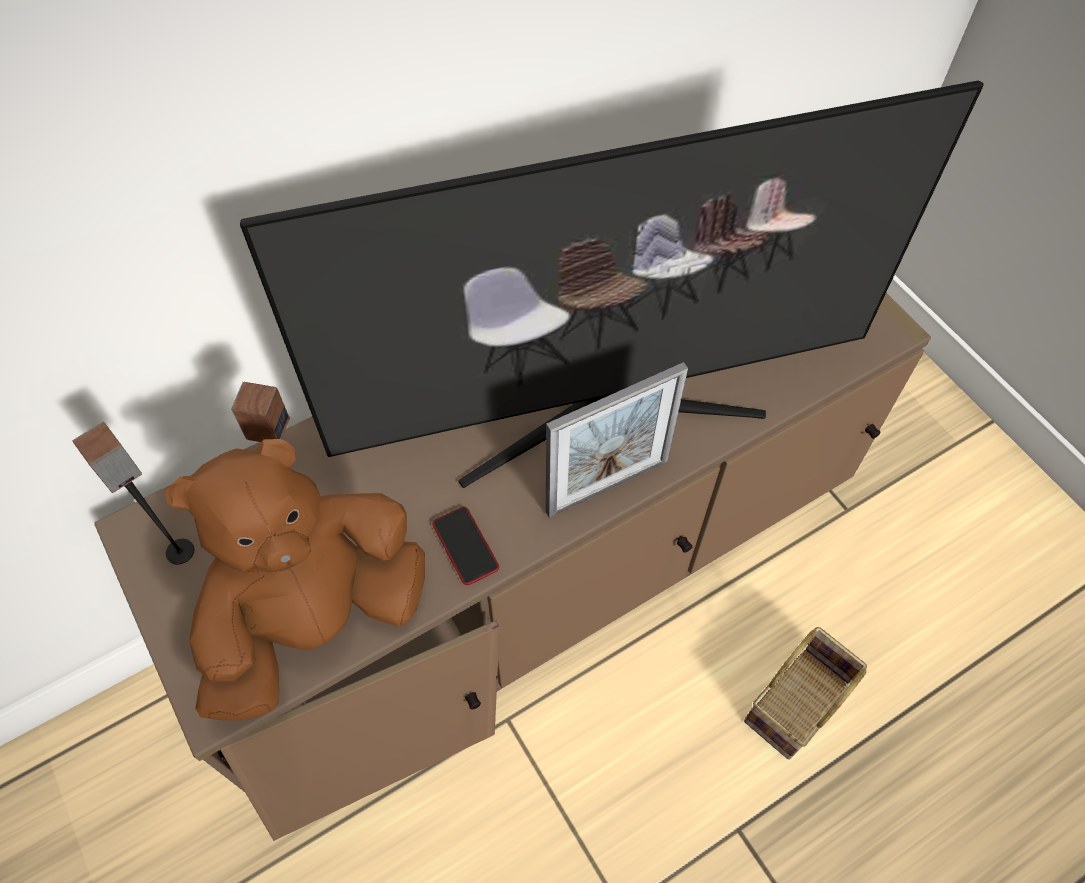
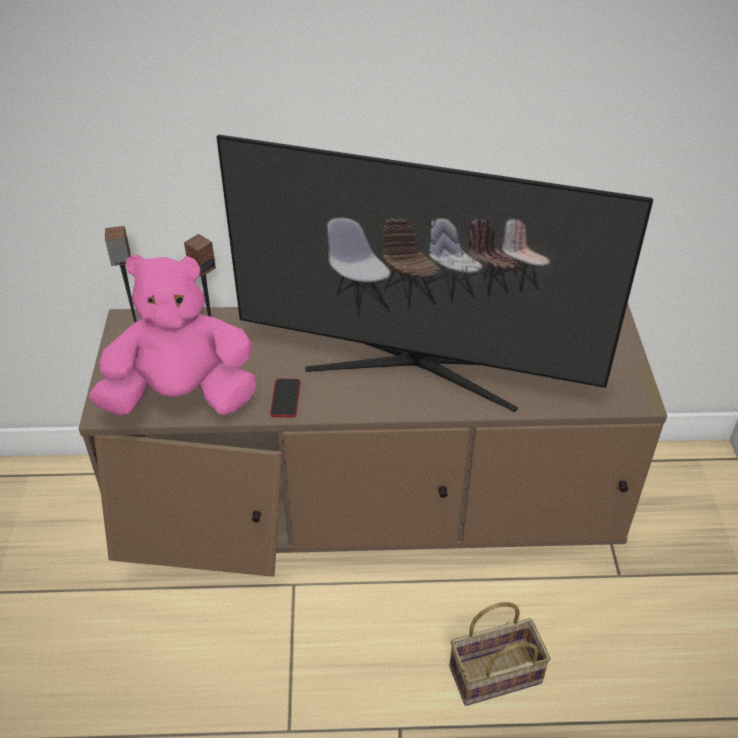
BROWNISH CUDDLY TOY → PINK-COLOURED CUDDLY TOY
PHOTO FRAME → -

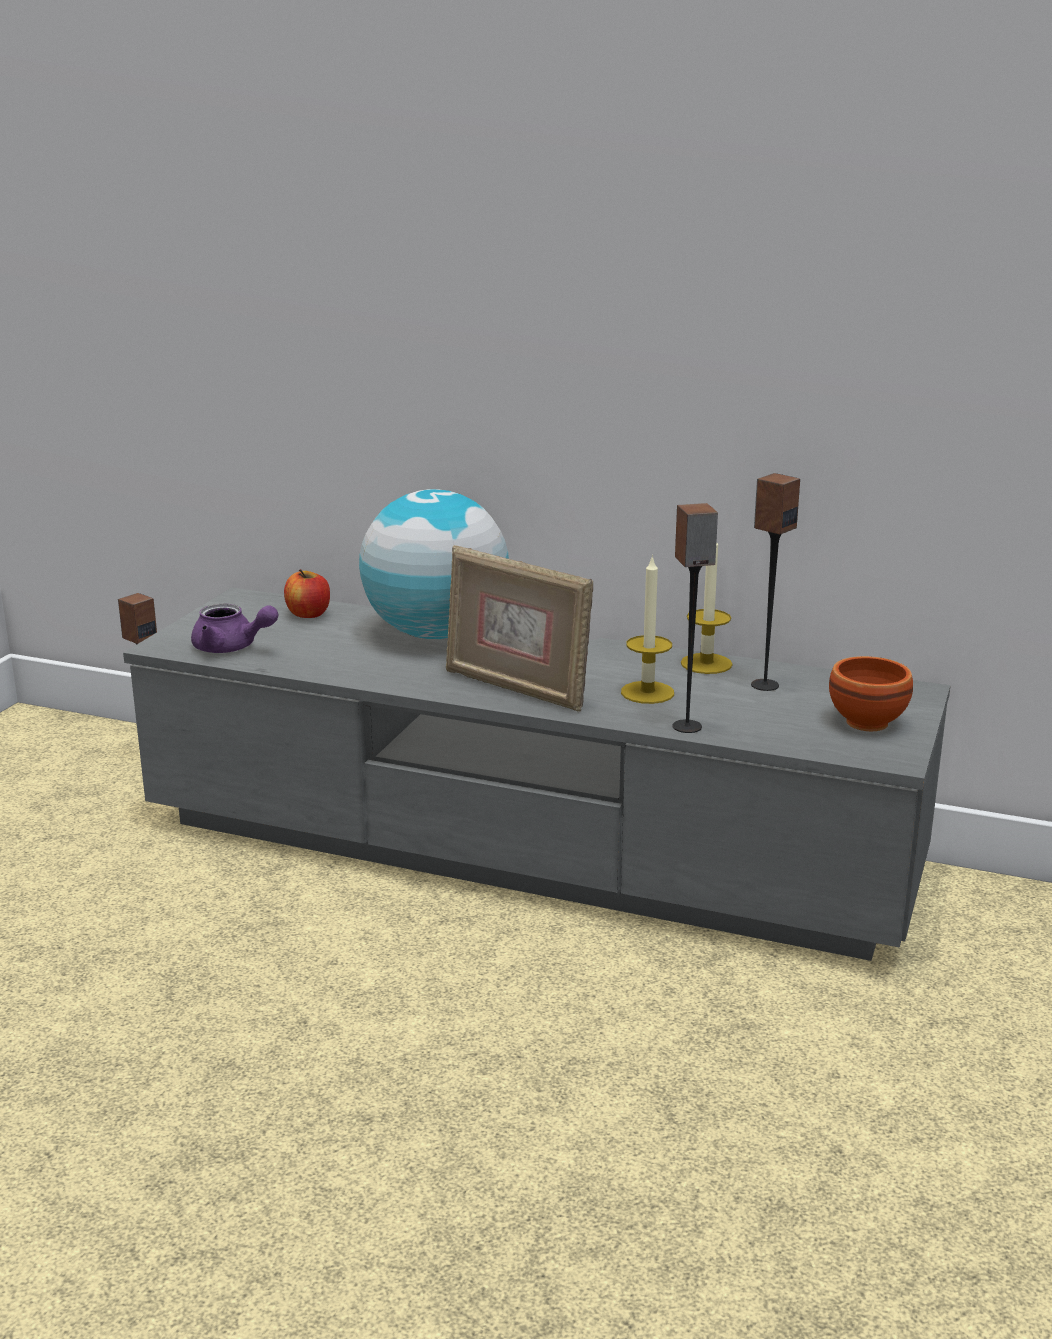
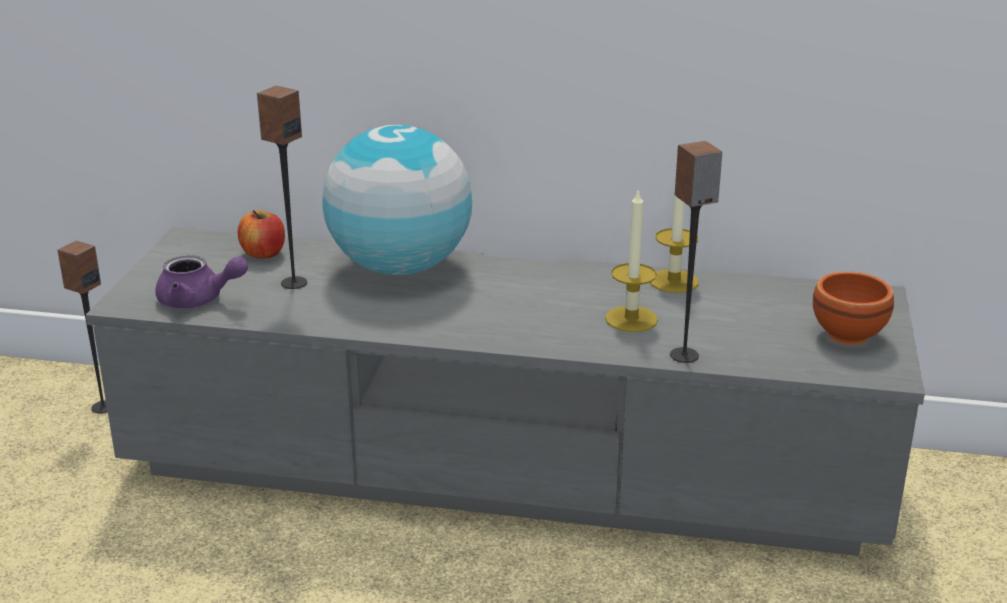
SPEAKER (no. 3 from left in the first image) → SPEAKER (no. 2 from left), shifted
PHOTO FRAME → -

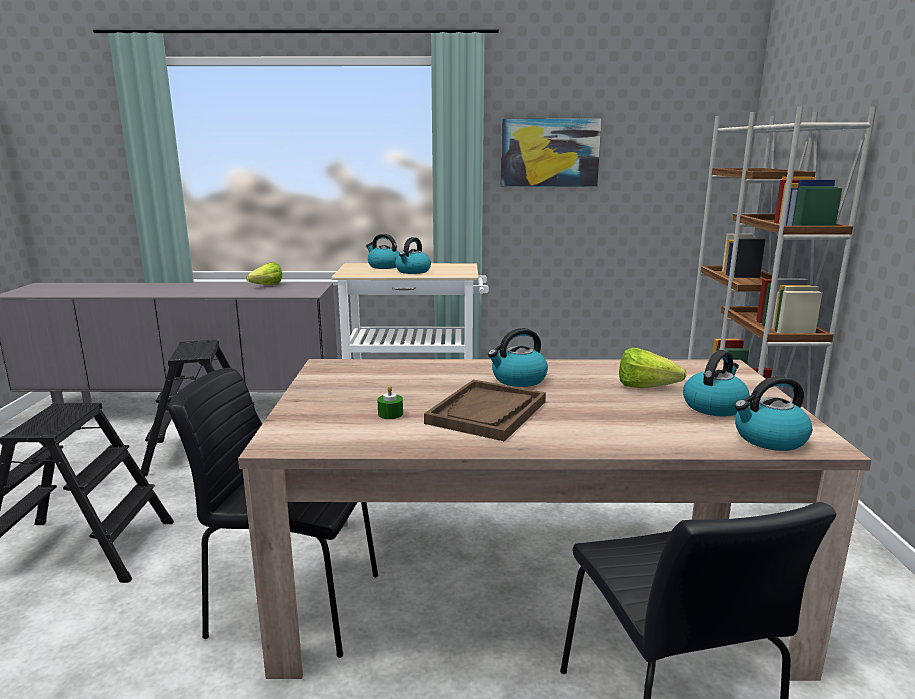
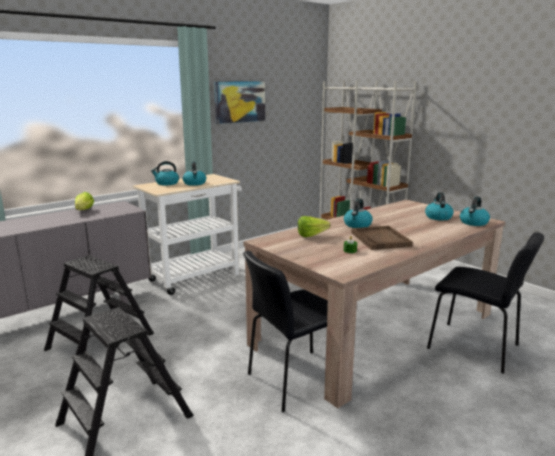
LETTUCE (no. 2 from left), shifted

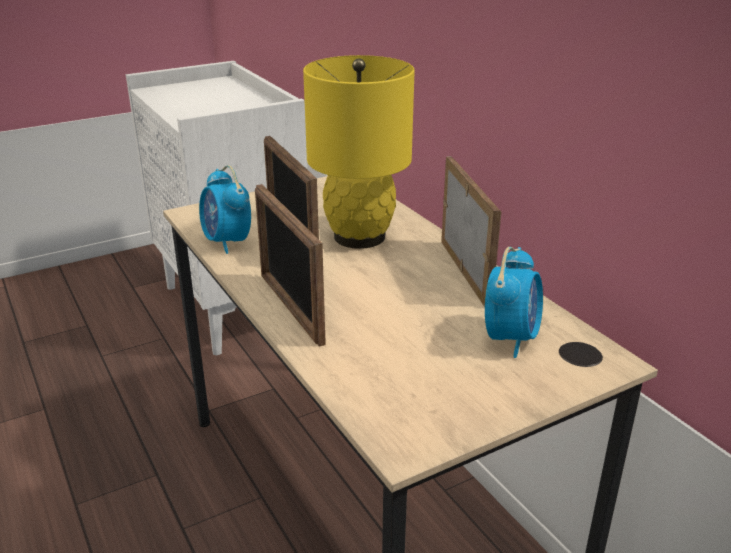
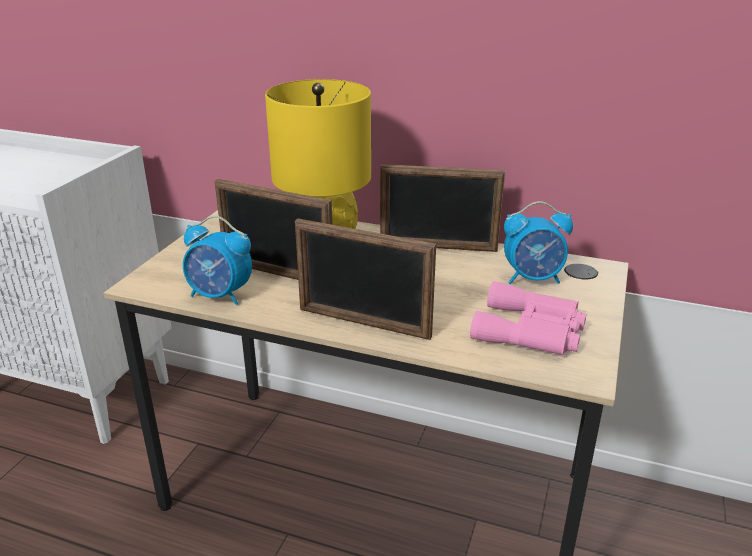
PHOTO FRAME (no. 3 from left), 150 degrees clockwise
- → PINK-COLOURED BINOCULARS
BEDSIDE CLOCK (no. 2 from left), 105 degrees clockwise

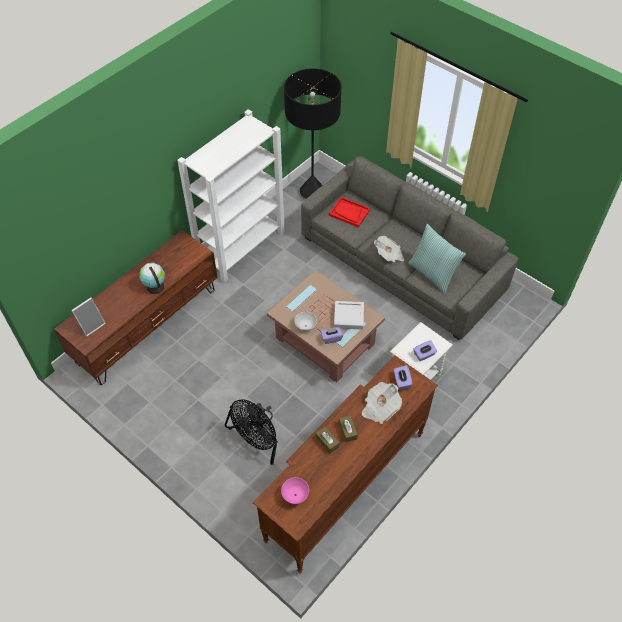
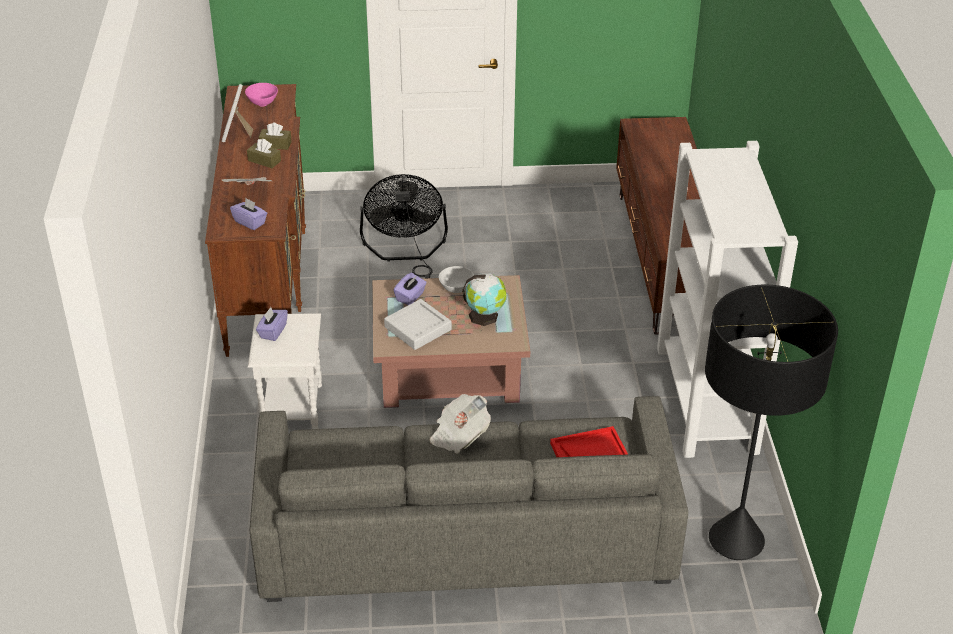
PHOTO FRAME, shifted
GLOBE, shifted
CUSHION → -

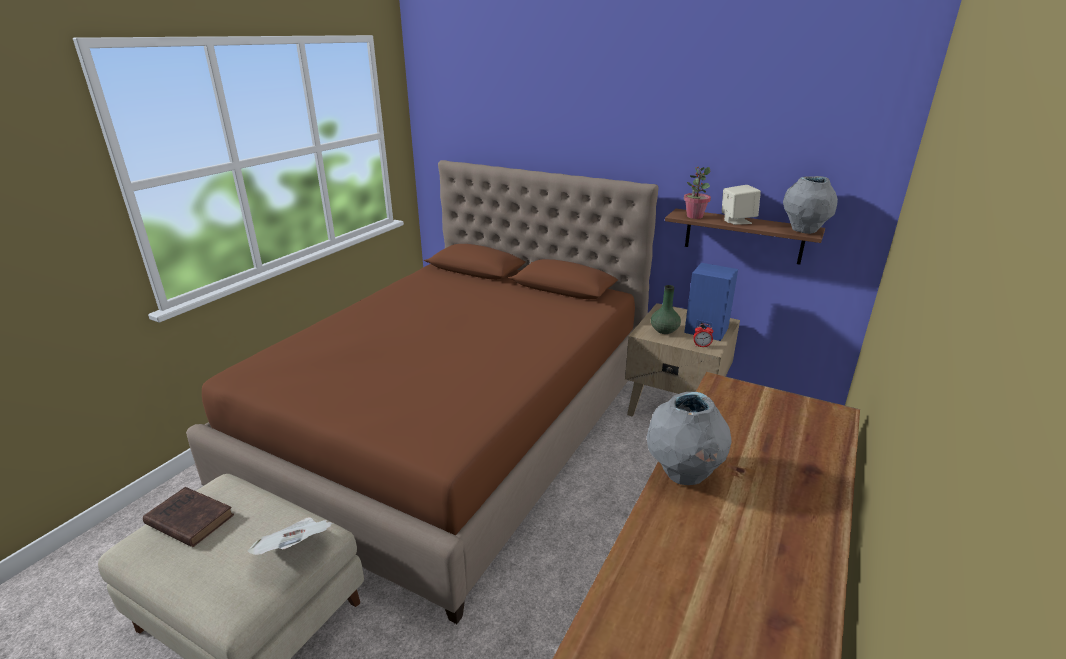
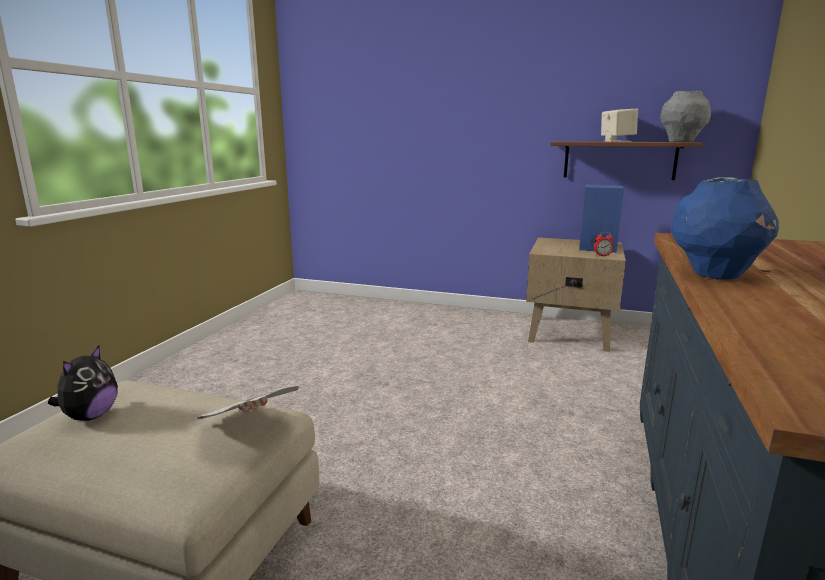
BROWNISH VOLUME → CUDDLY TOY
GREY VASE (no. 1 from left) → BLUE-COLOURED VASE
BROWNISH BEDROOM BED → -
GREEN VASE → -
HOUSEPLANT → -

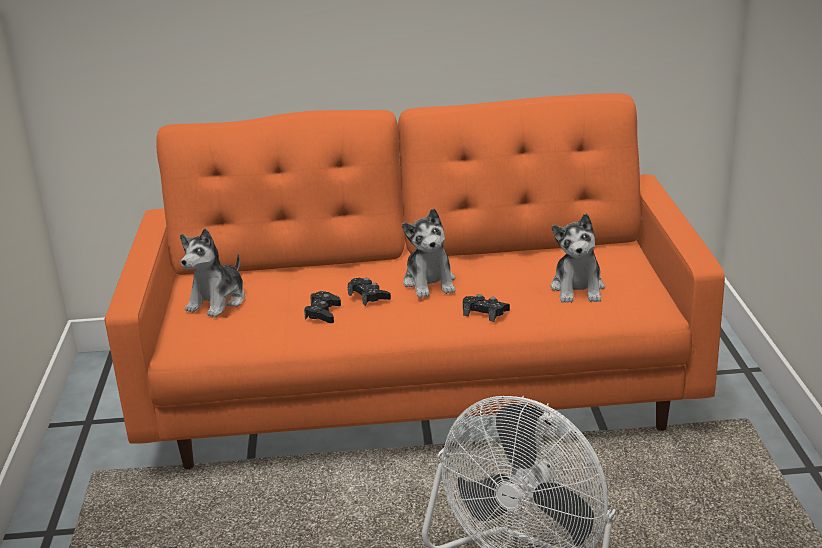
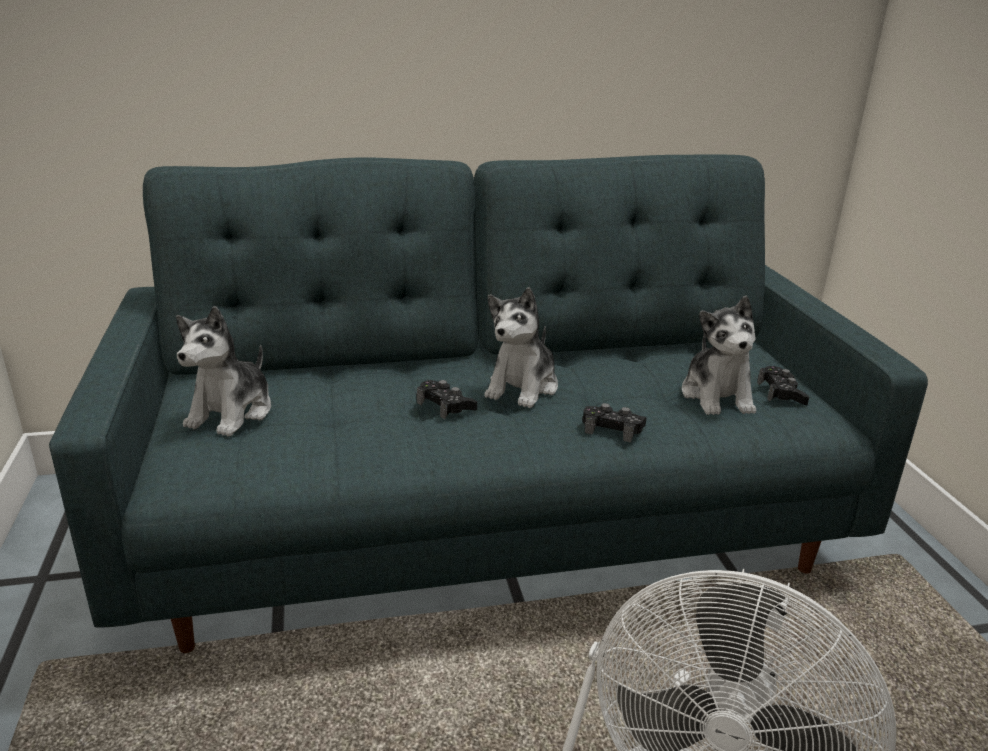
ORANGE SOFA → GREY SOFA
CUDDLY TOY (no. 2 from left), 45 degrees clockwise
BLACKISH GAMEPAD (no. 1 from left in the first image) → BLACKISH GAMEPAD (no. 3 from left), shifted

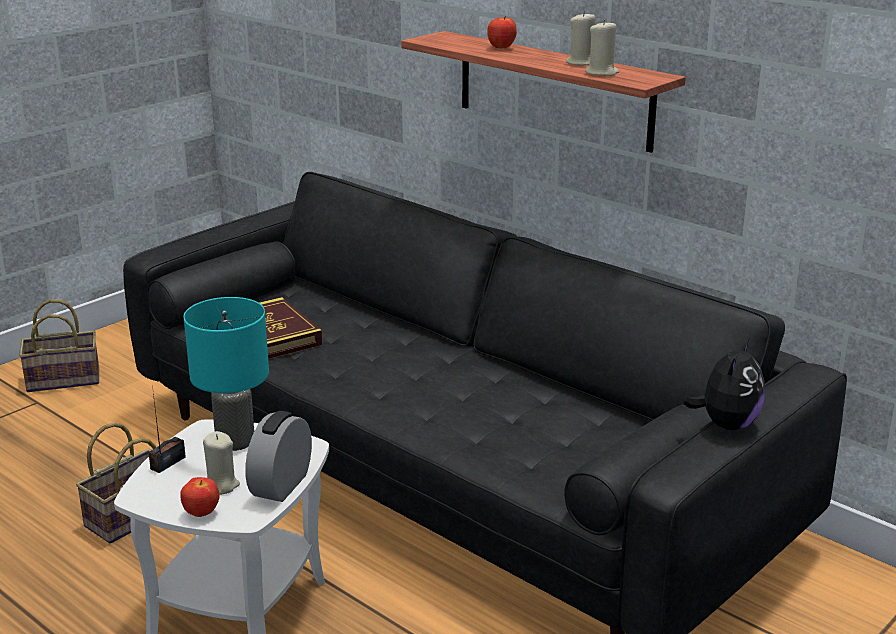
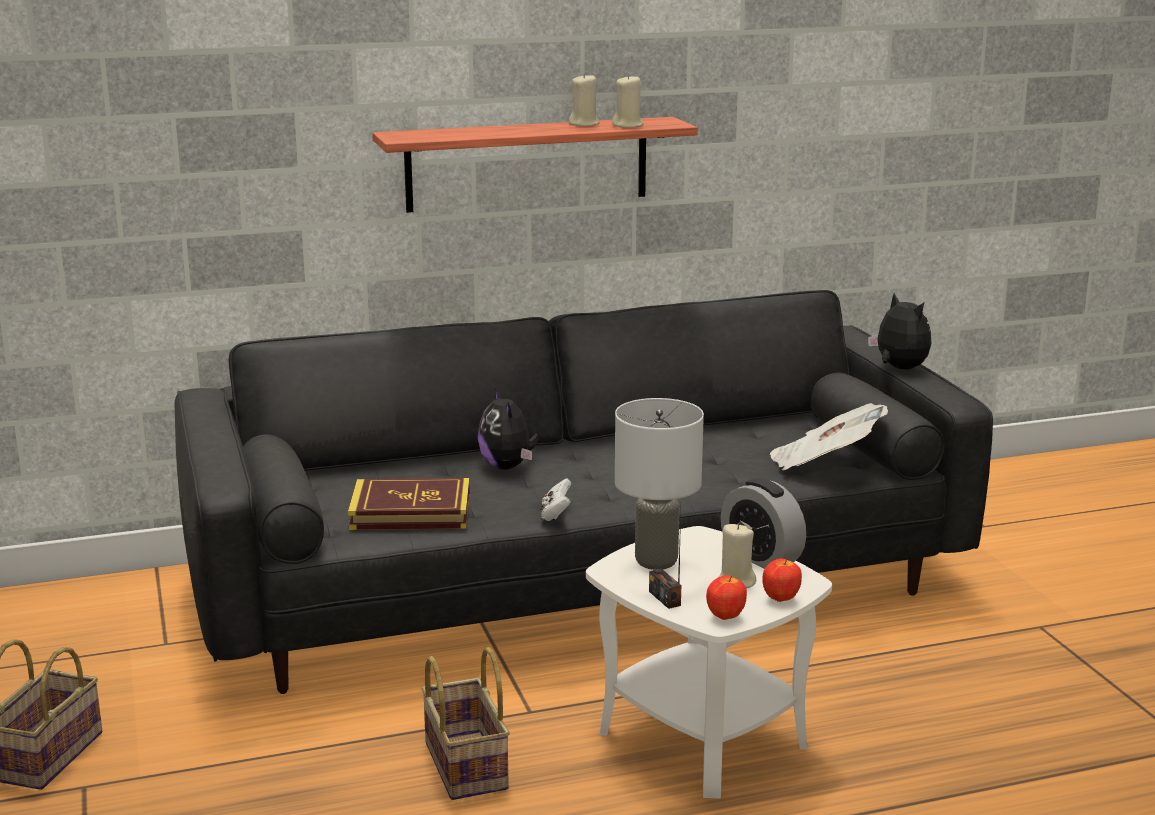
- → CUDDLY TOY (no. 1 from left)
- → WHITE-COLOURED GAMEPAD
TURQUOISE-COLOURED LAMP FOR A TABLE → WHITE-COLOURED LAMP FOR A TABLE
APPLE FRUIT (no. 2 from left in the first image) → APPLE FRUIT (no. 1 from left), shifted
- → NEWSPAPER

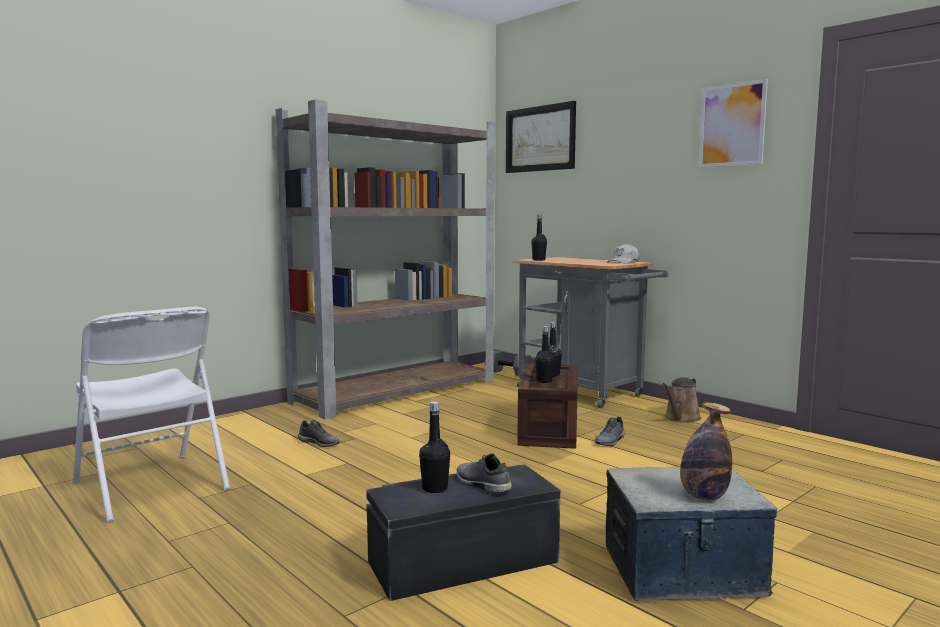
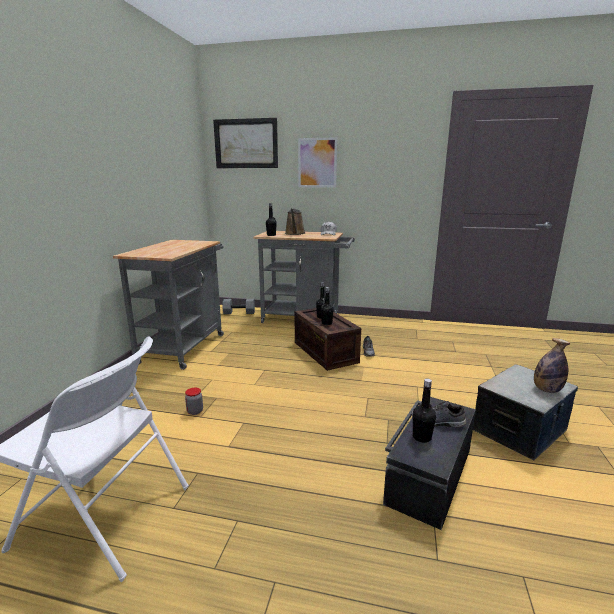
BROWNISH SHELVING UNIT → GREY WHEELED CART (no. 1 from left)
GREY SHOE (no. 1 from left) → JAR
BROWNISH WATERING CAN, shifted
WALL PICTURE (no. 2 from left), shifted

